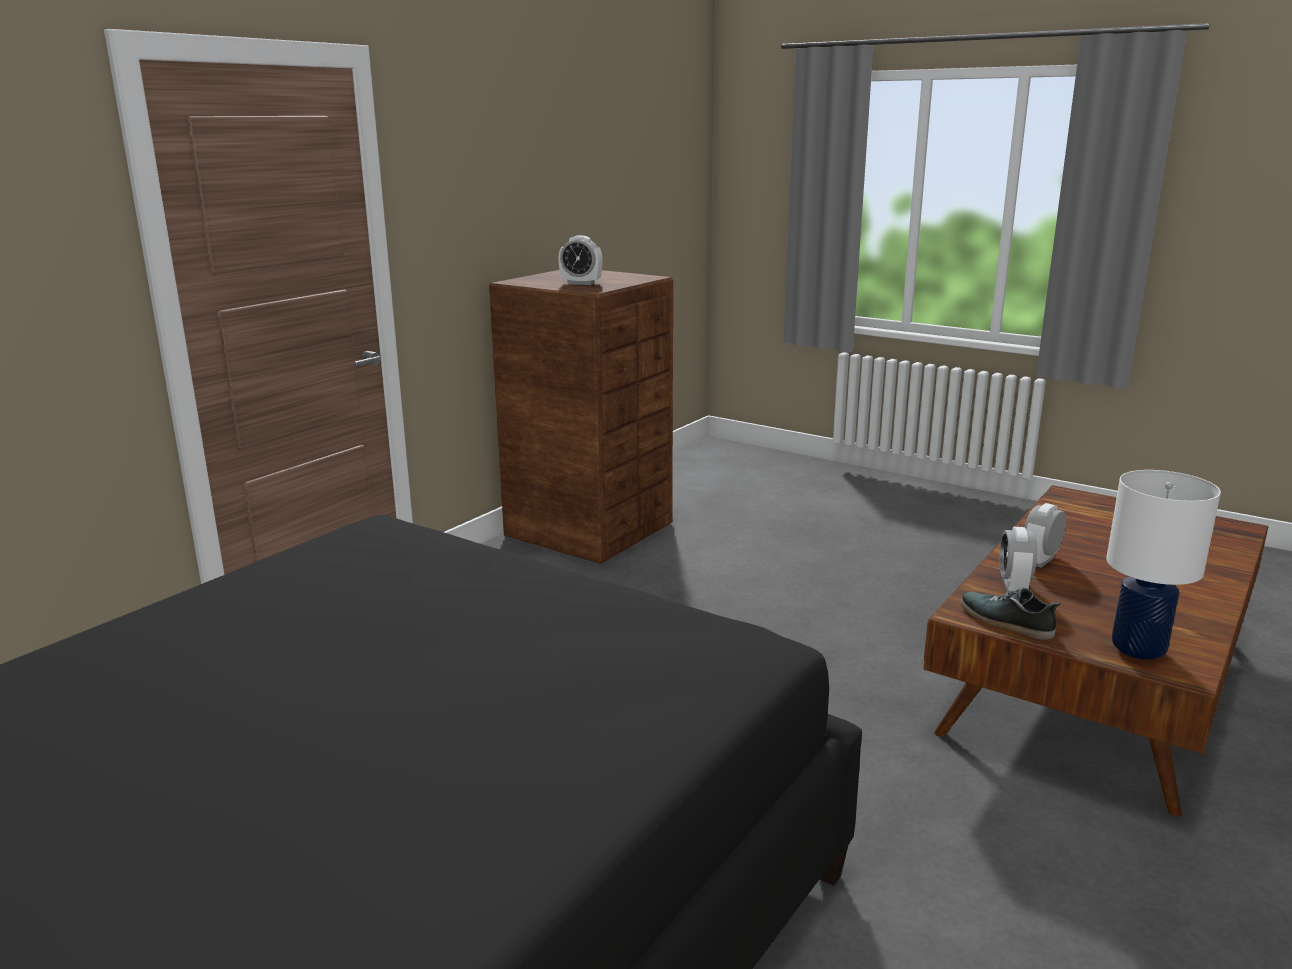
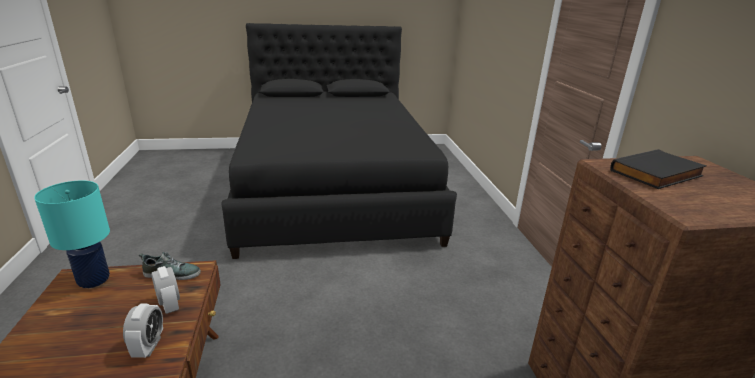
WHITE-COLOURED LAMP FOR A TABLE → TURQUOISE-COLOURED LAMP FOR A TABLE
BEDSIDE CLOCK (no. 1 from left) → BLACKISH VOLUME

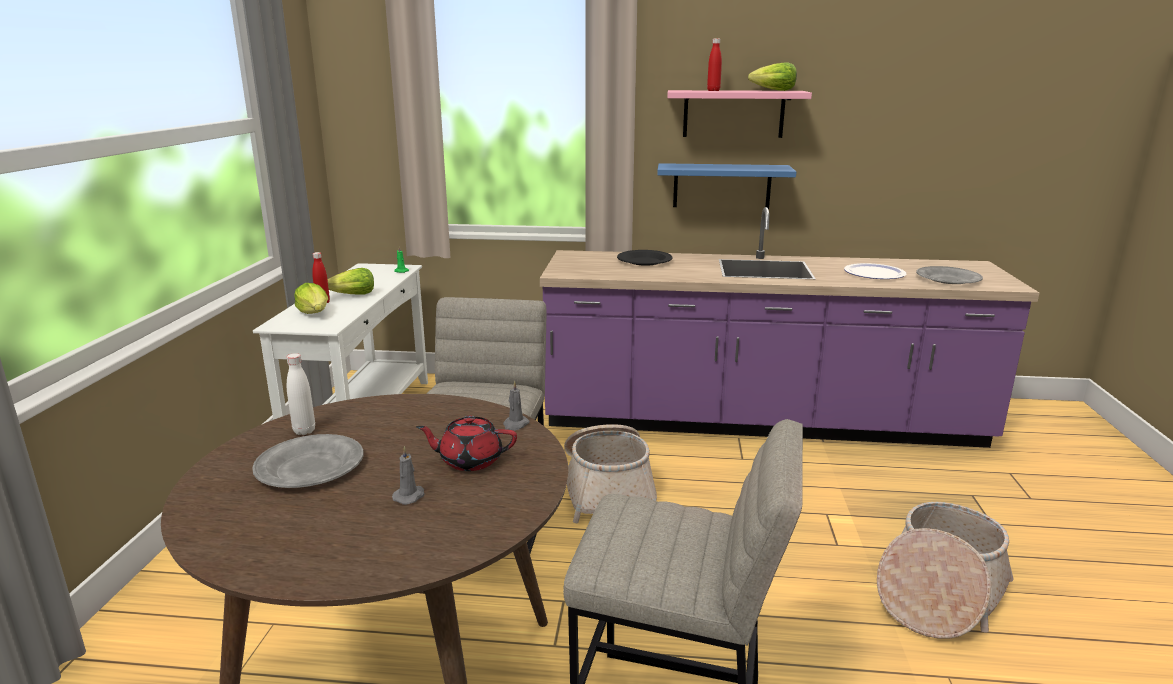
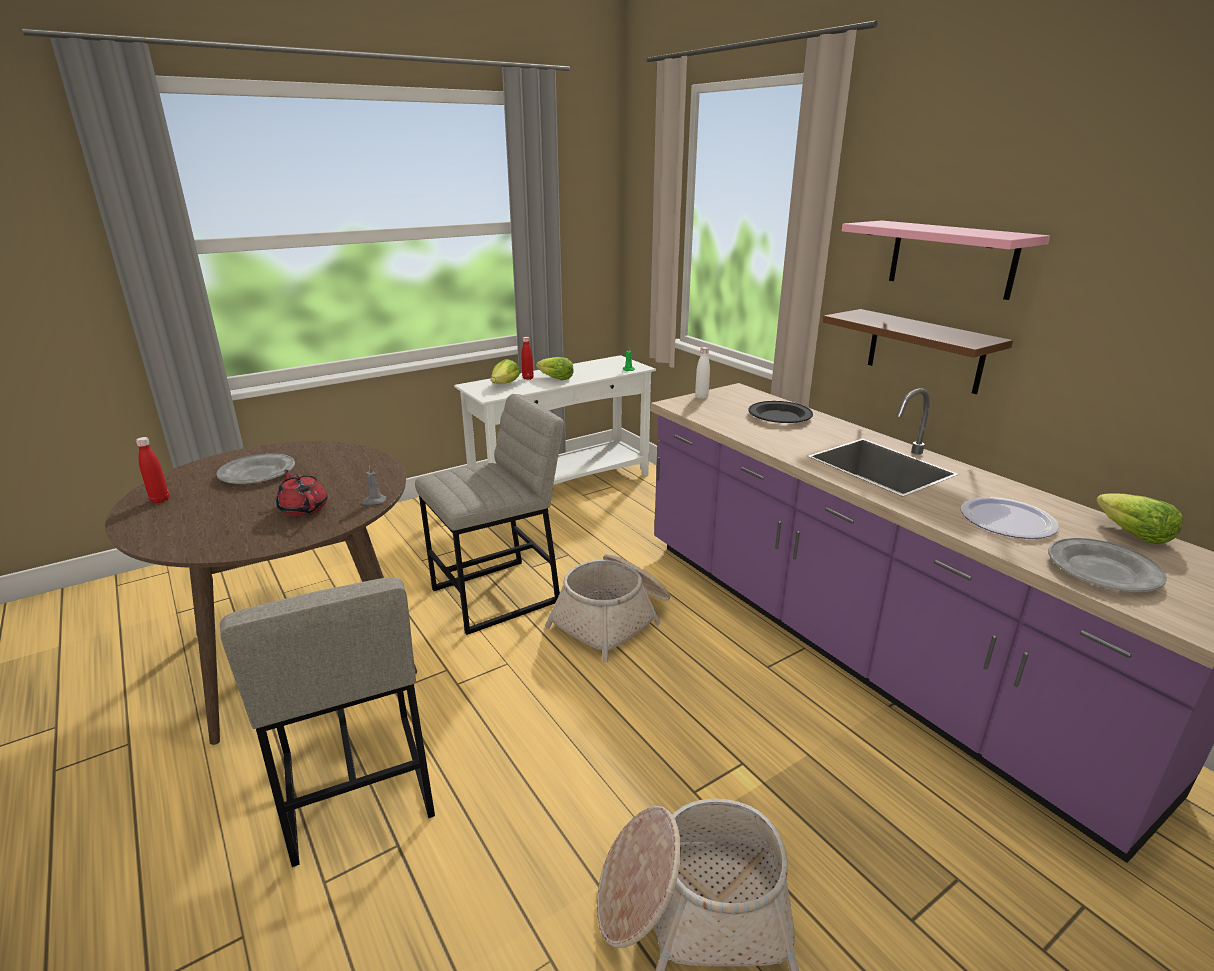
RED BOTTLE (no. 2 from left in the first image) → RED BOTTLE (no. 1 from left), shifted
WHITE-COLOURED BOTTLE, shifted
BLUE-COLOURED BRACKET SHELF → BROWNISH BRACKET SHELF
LETTUCE (no. 3 from left), shifted
GREY CANDLE (no. 1 from left) → -

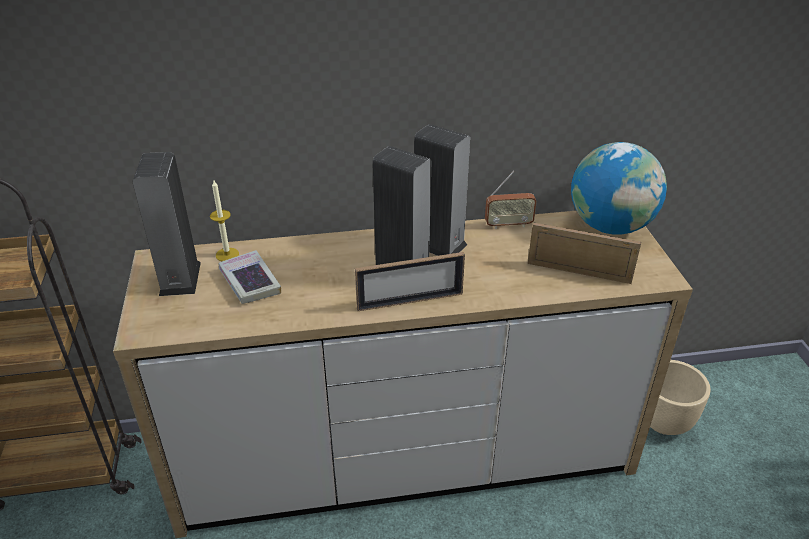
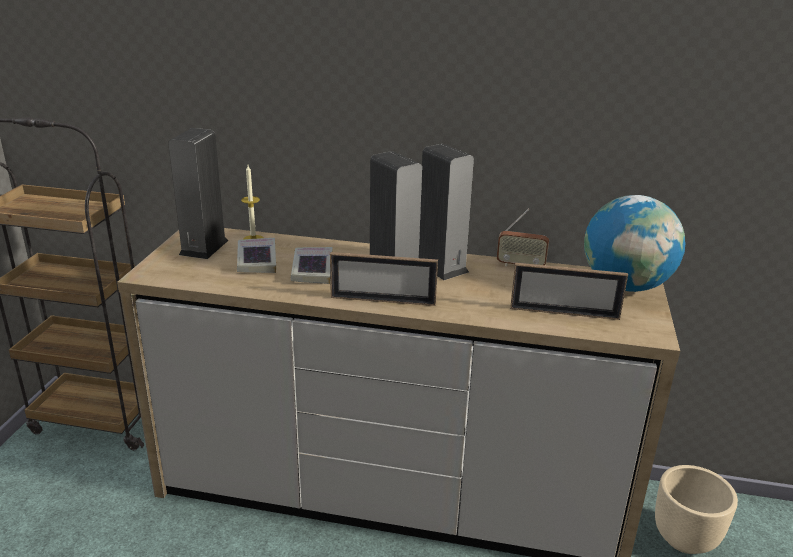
- → VOLUME (no. 2 from left)
PHOTO FRAME (no. 2 from left), 150 degrees clockwise

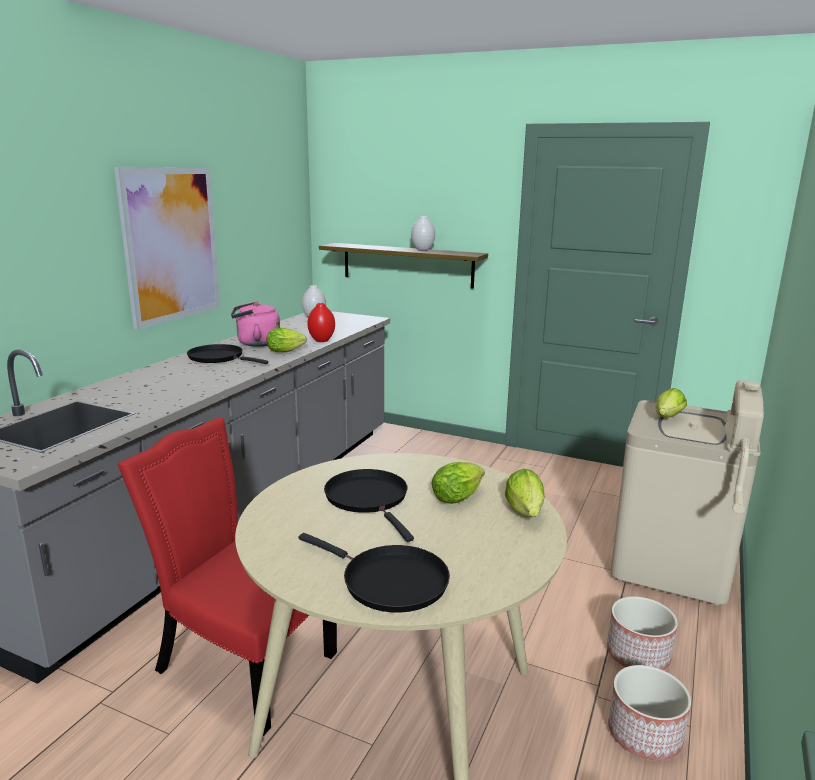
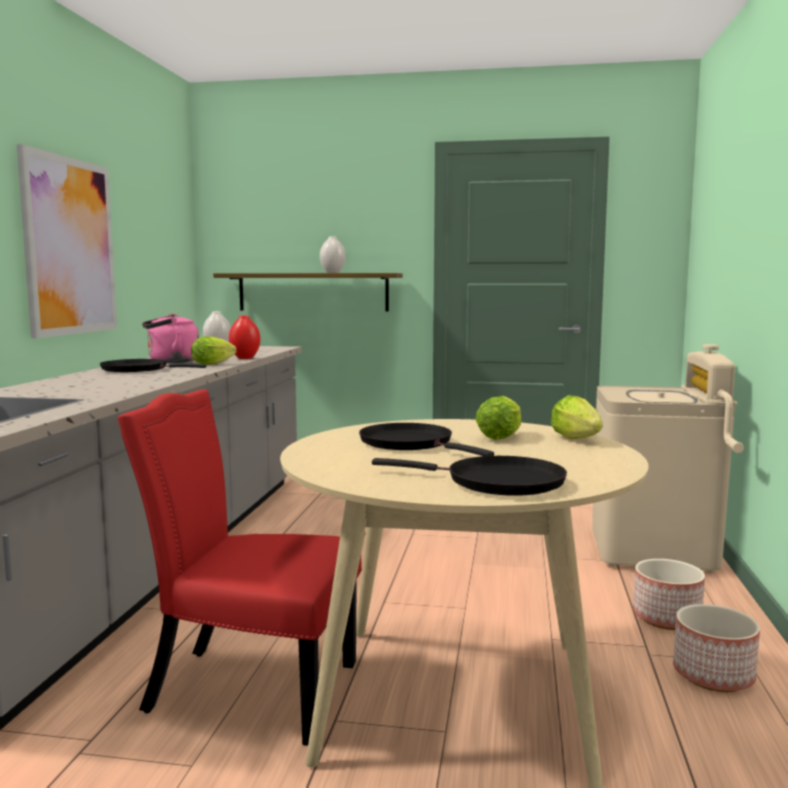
LETTUCE (no. 4 from left) → -

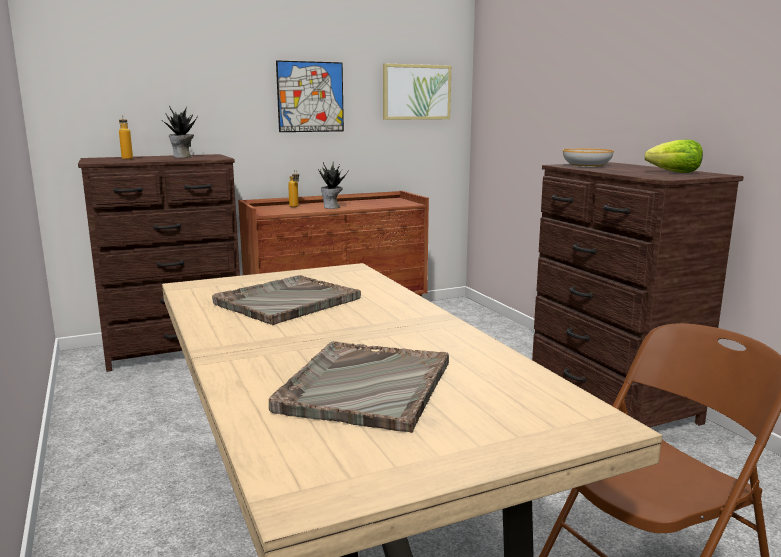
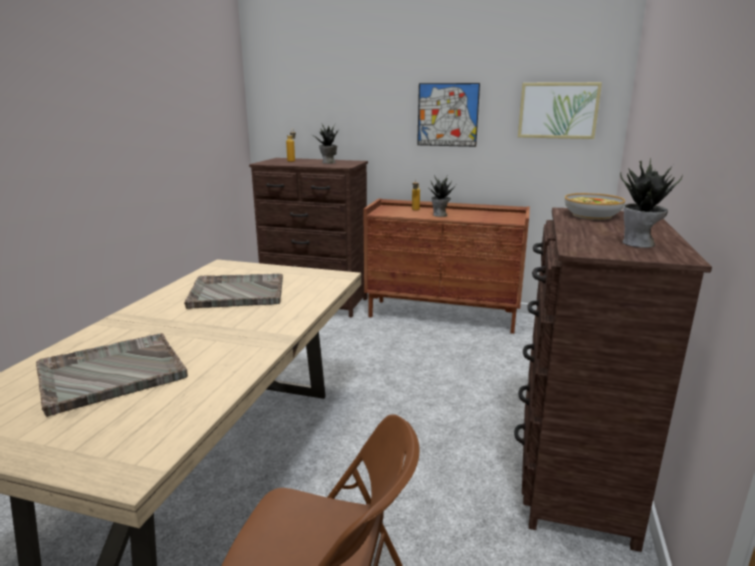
LETTUCE → HOUSEPLANT (no. 3 from left)

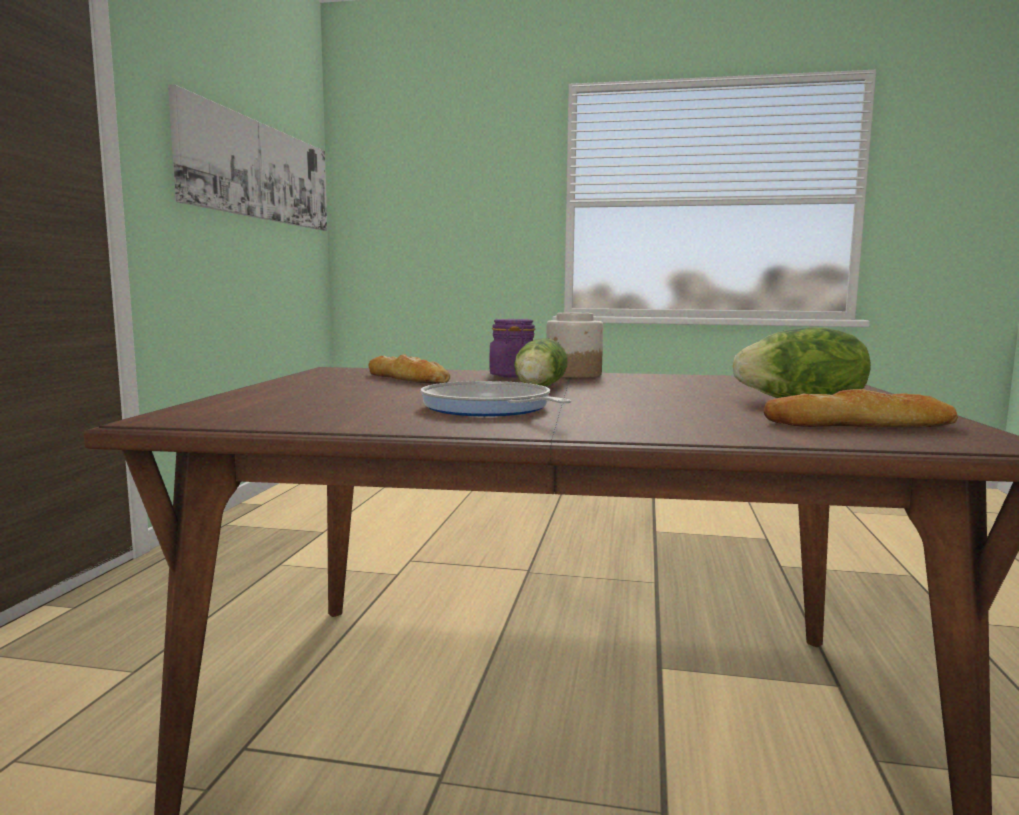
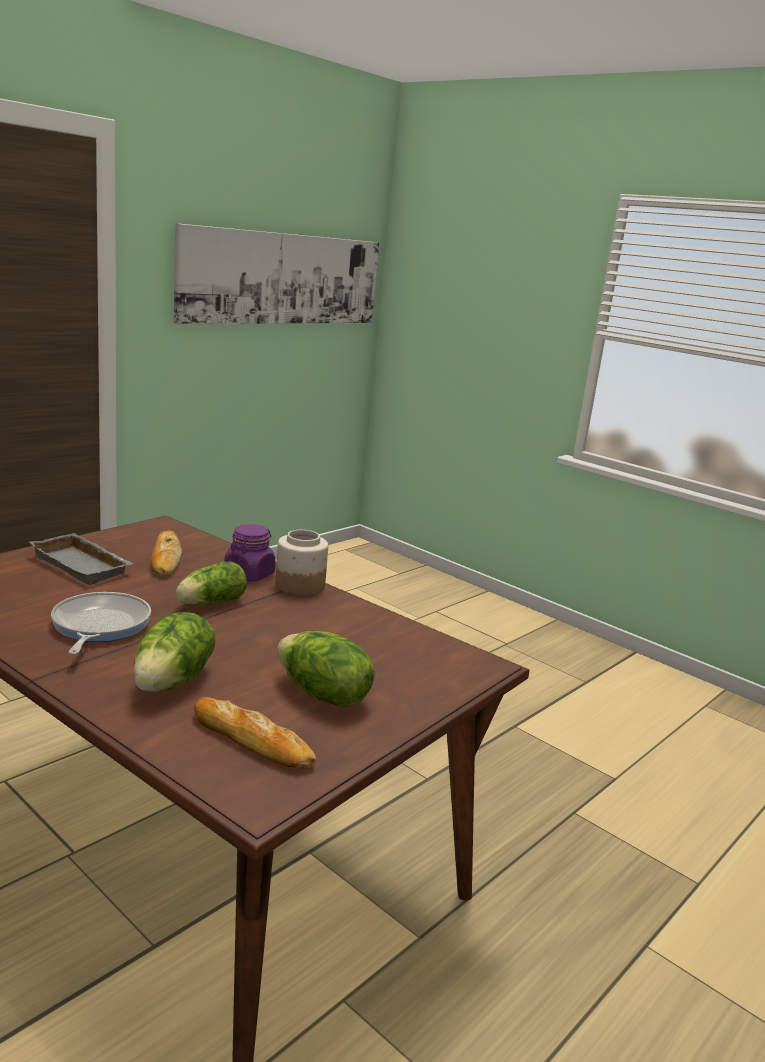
- → GREY SERVING TRAY
- → LETTUCE (no. 1 from left)

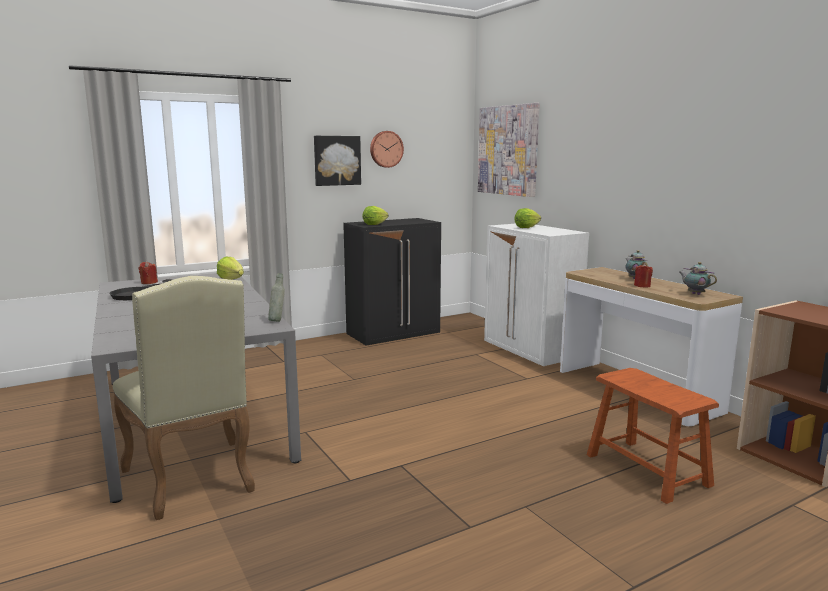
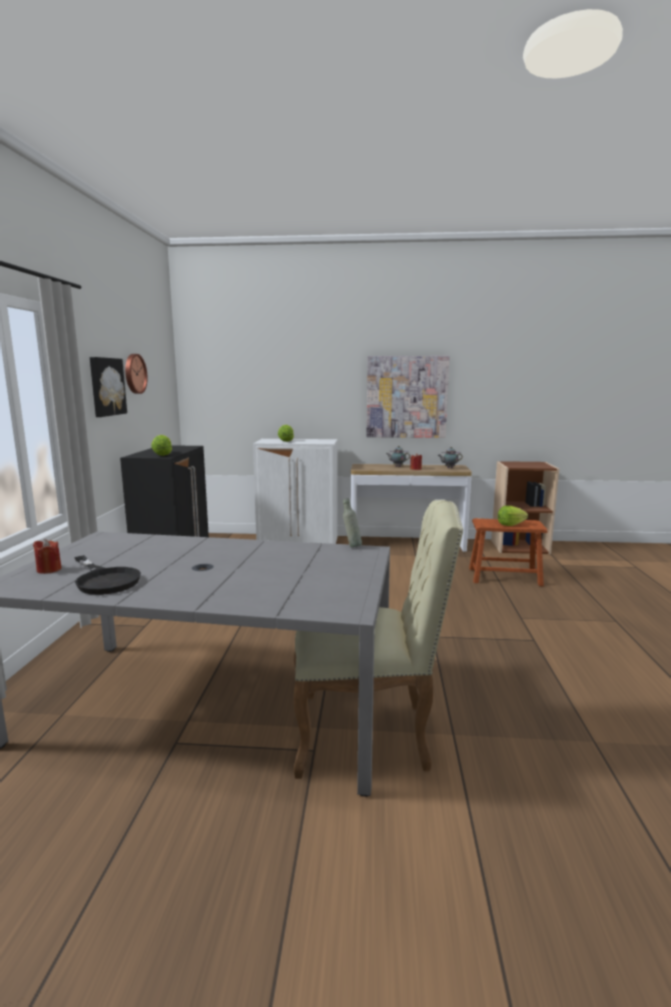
WALL PICTURE (no. 2 from left), shifted
LETTUCE (no. 1 from left in the first image) → LETTUCE (no. 3 from left), shifted

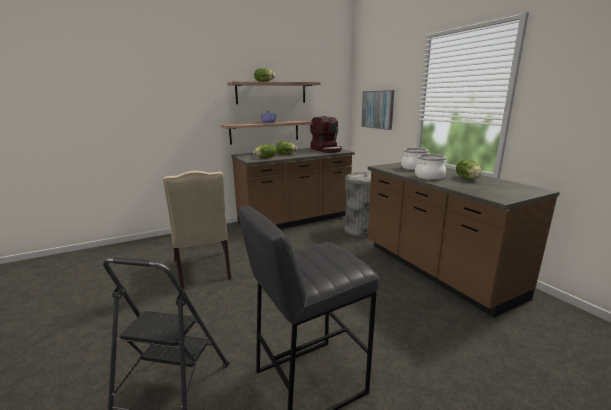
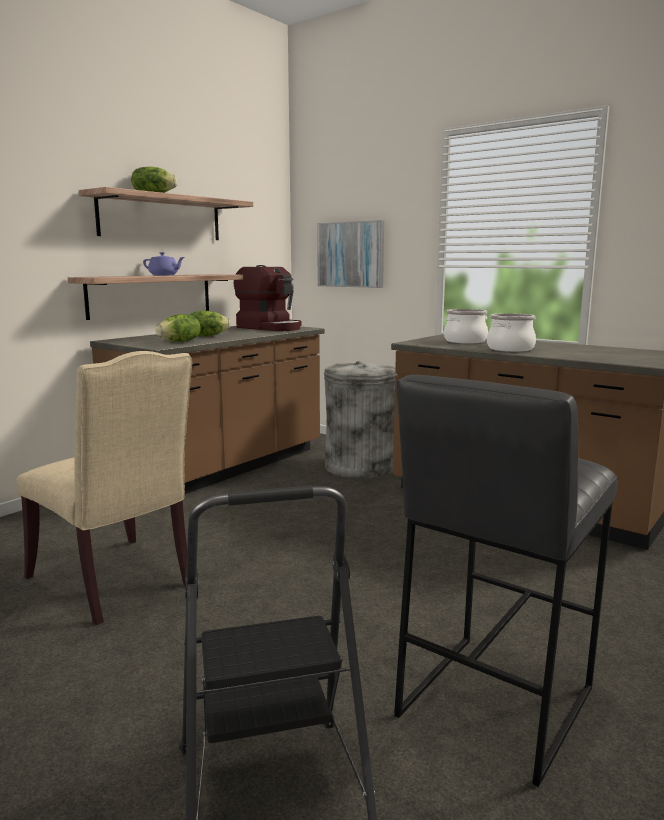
LETTUCE (no. 4 from left) → -

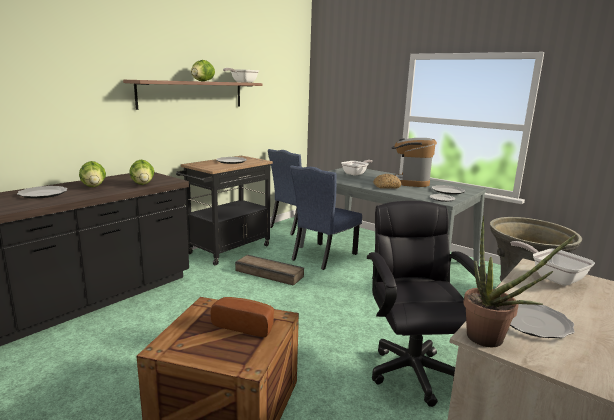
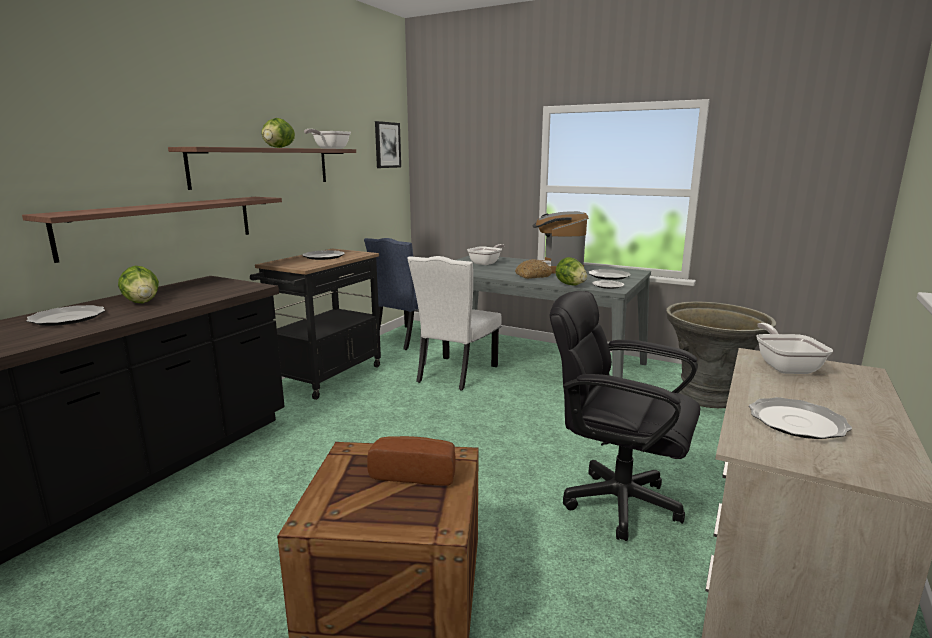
- → BRACKET SHELF (no. 1 from left)
- → WALL PICTURE
BLUE-COLOURED CHAIR (no. 2 from left) → WHITE-COLOURED CHAIR
BLACKISH OFFICE CHAIR, 45 degrees counterclockwise
LETTUCE (no. 2 from left in the first image) → LETTUCE (no. 3 from left), shifted
SKILLET (no. 3 from left), 45 degrees clockwise
CRATE (no. 2 from left) → -
HOUSEPLANT → -

